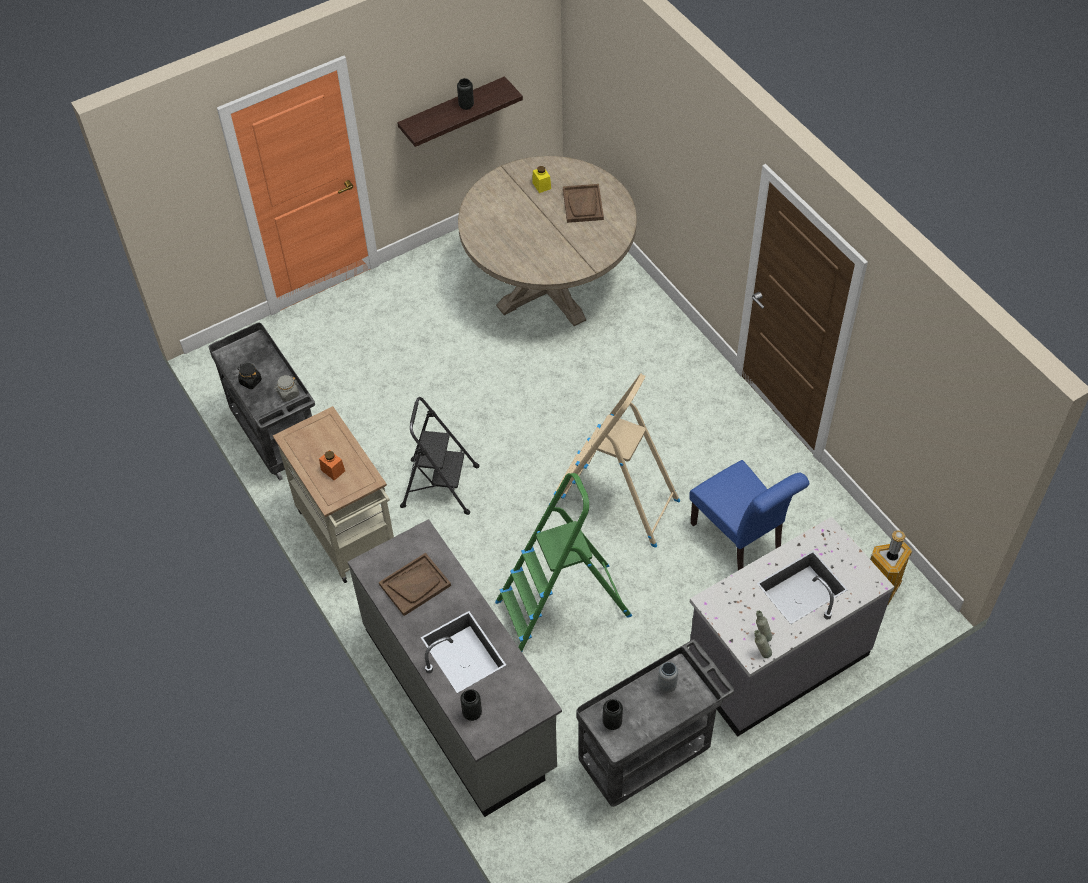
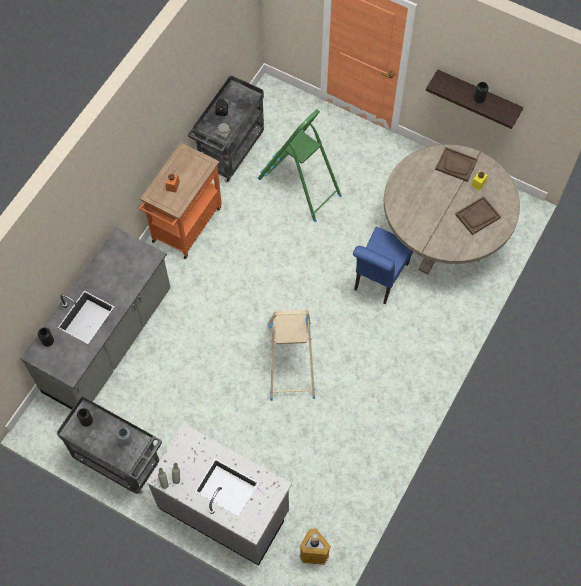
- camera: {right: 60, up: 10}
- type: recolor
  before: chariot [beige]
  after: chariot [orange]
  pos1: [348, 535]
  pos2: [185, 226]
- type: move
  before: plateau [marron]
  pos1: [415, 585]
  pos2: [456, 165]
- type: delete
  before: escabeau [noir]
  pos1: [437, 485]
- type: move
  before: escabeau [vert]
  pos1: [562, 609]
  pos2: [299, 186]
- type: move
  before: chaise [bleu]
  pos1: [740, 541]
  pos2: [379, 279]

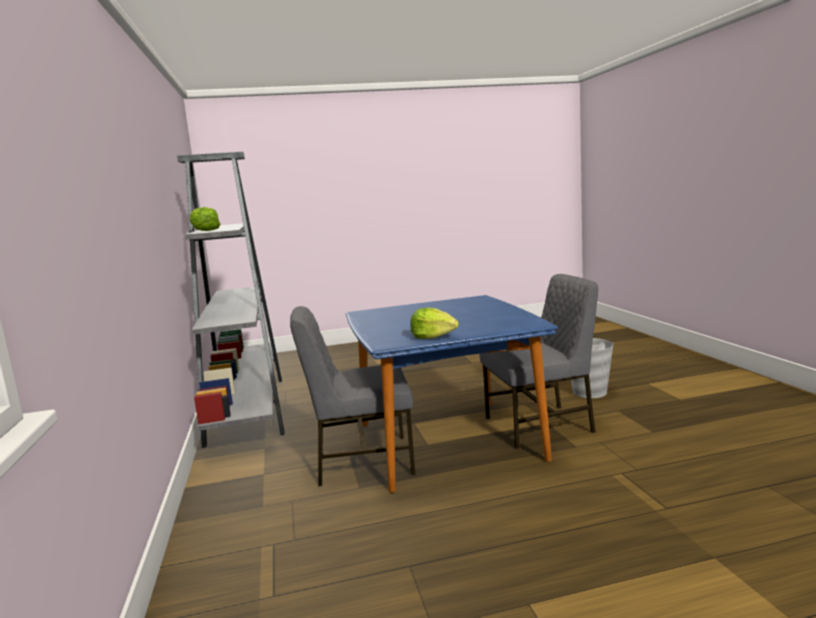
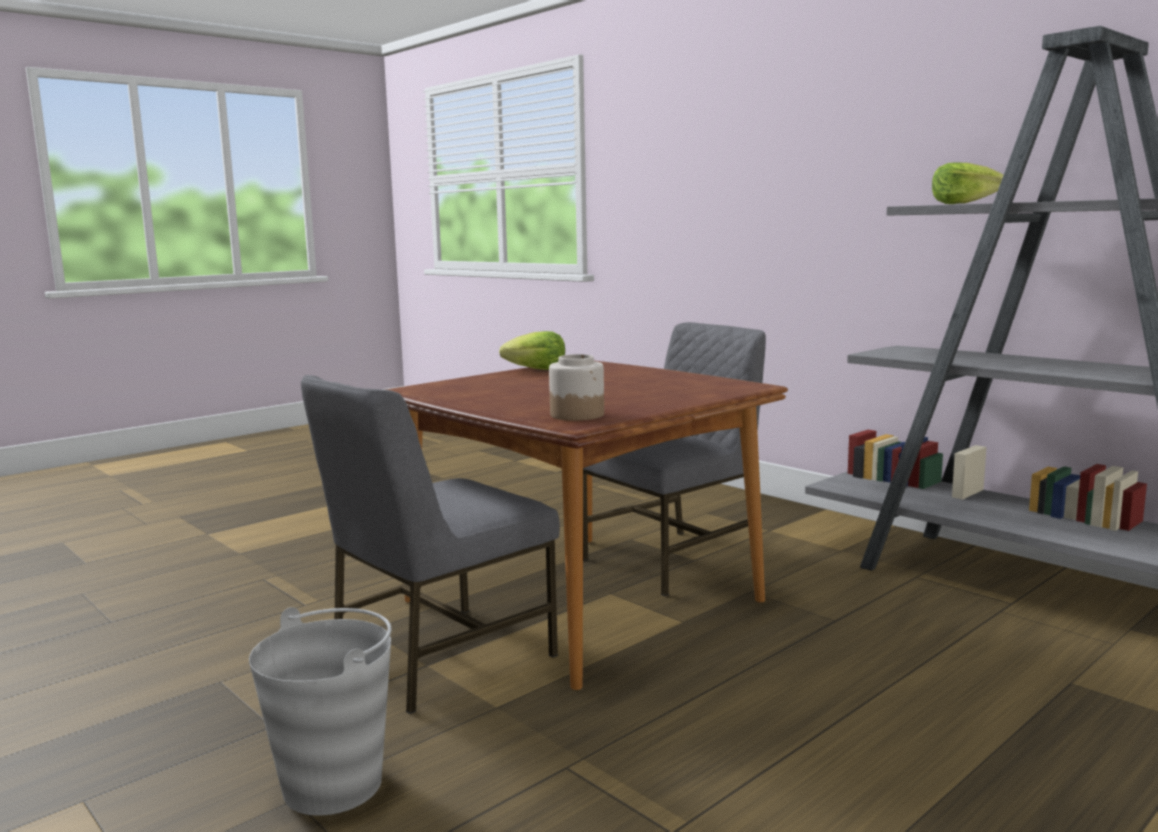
- camera: {right: 150, up: 0}
- type: recolor
  before: table à manger [bleu]
  after: table à manger [marron]
  pos1: [447, 441]
  pos2: [584, 602]
- type: insert
  after: bocal
  pos2: [577, 415]

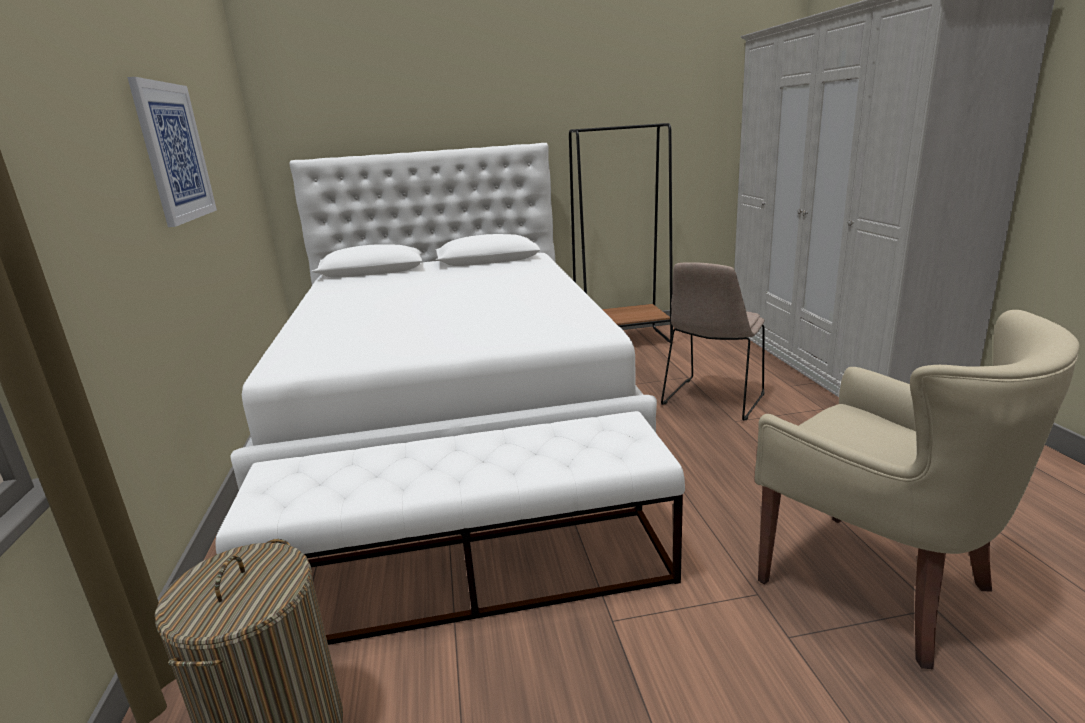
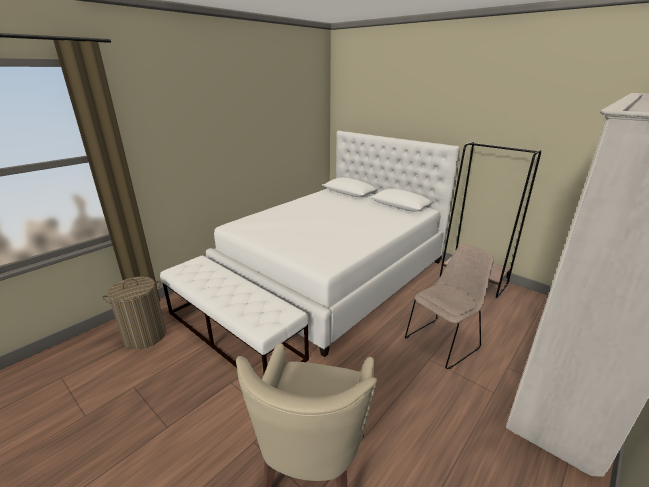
- camera: {right: 50, up: 5}
- type: delete
  before: tableau
  pos1: [174, 152]
- type: rotate
  before: chaise [beige]
  pos1: [712, 400]
  pos2: [443, 342]
  turn: 150

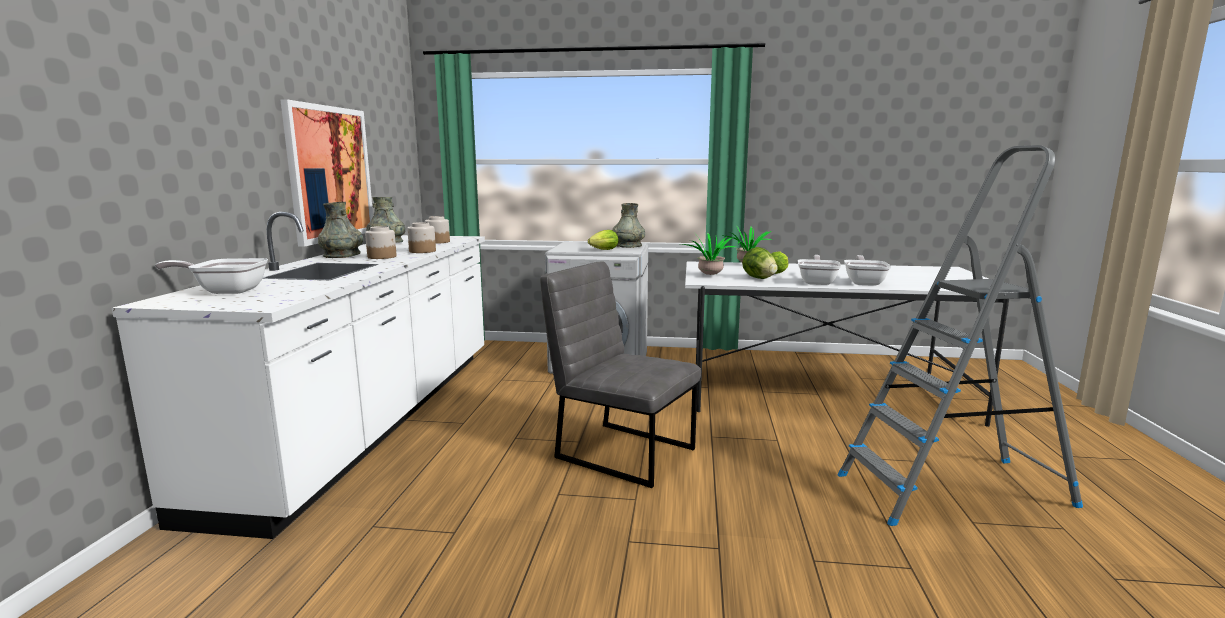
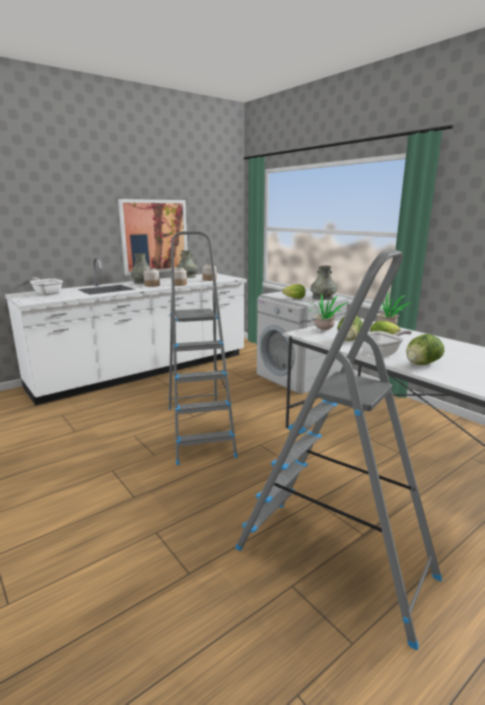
- camera: {right: 45, up: 5}
- type: replace
  before: chaise [gris]
  after: escabeau [gris]
  pos1: [622, 451]
  pos2: [199, 430]
- type: replace
  before: poêle
  after: laitue
  pos1: [864, 282]
  pos2: [421, 364]

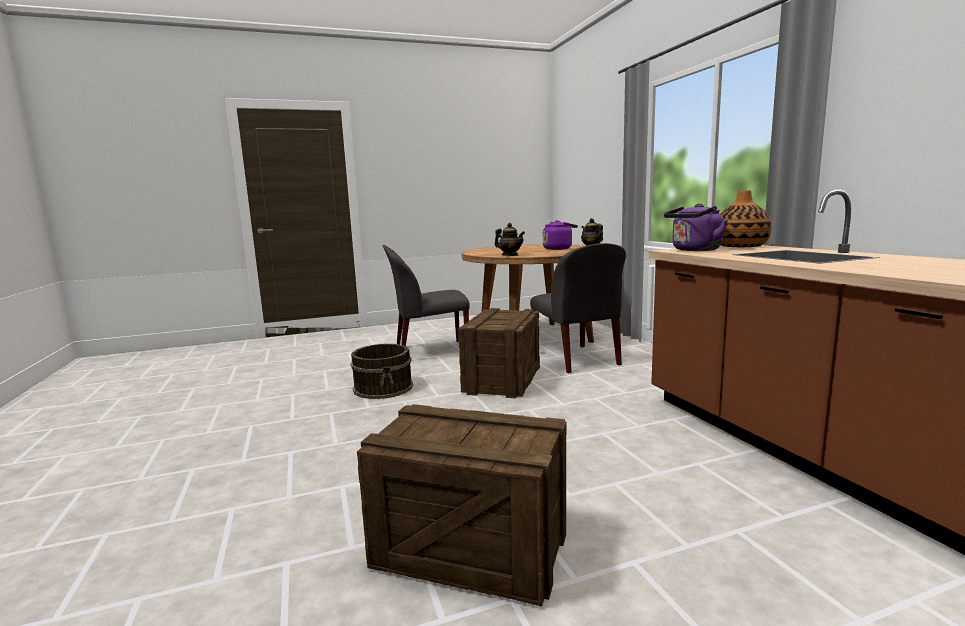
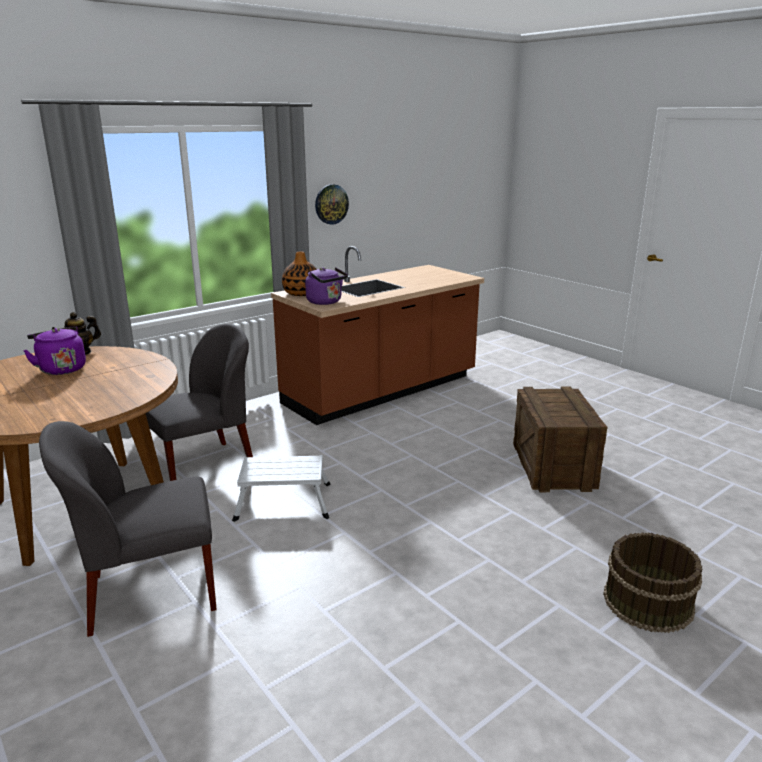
- camera: {right: -110, up: 10}
- type: move
  before: seau [marron]
  pos1: [384, 387]
  pos2: [647, 601]
- type: rotate
  before: chaise [gris]
  pos1: [429, 351]
  pos2: [149, 593]
  turn: 105
- type: replace
  before: caisse
  after: escabeau [blanc]
  pos1: [502, 380]
  pos2: [283, 501]
- type: delete
  before: théière
  pos1: [510, 255]
- type: insert
  after: horloge murale
  pos2: [331, 204]

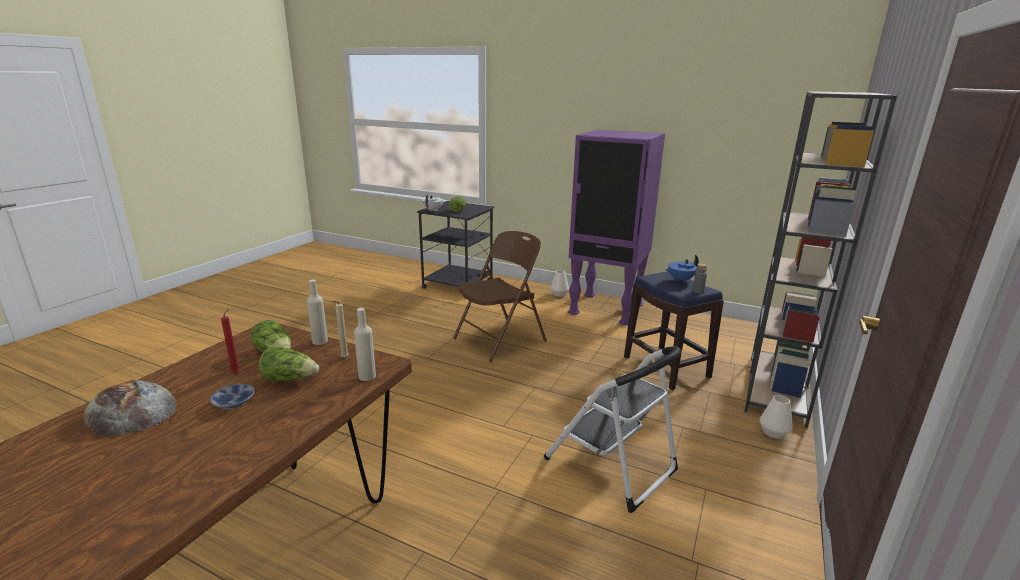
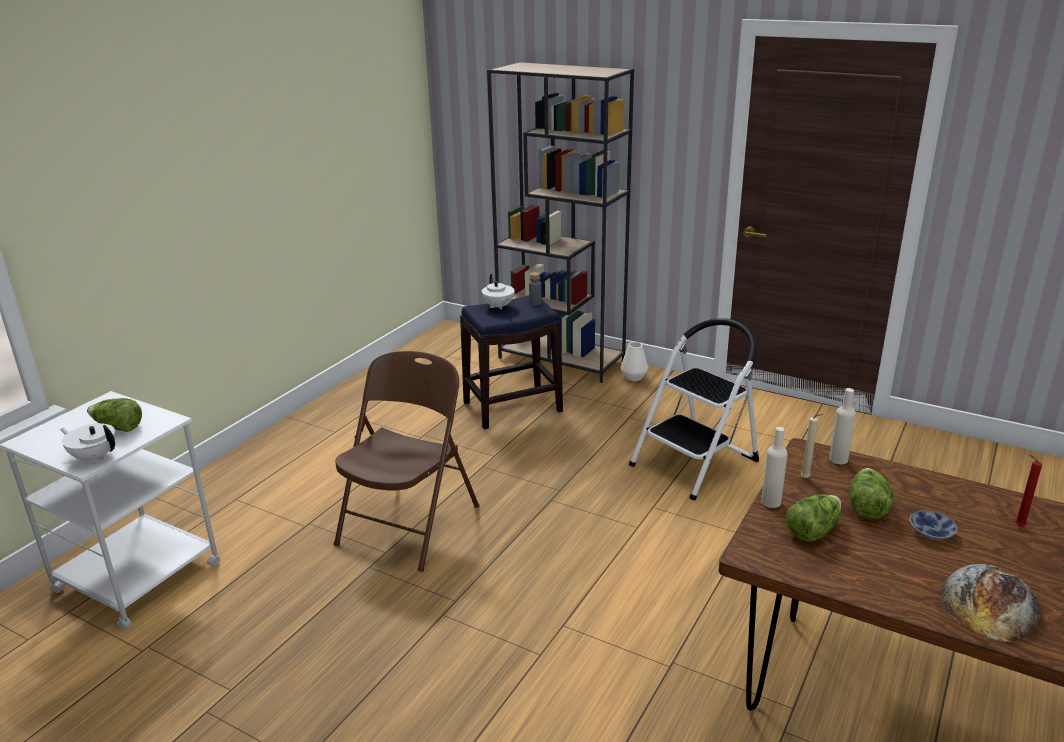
- camera: {right: -85, up: 5}
- type: move
  before: bougie [rouge]
  pos1: [237, 373]
  pos2: [1017, 526]
- type: recolor
  before: chariot [noir]
  after: chariot [blanc]
  pos1: [458, 285]
  pos2: [139, 575]
- type: rotate
  before: chaise [marron]
  pos1: [500, 339]
  pos2: [409, 525]
  turn: 60
- type: delete
  before: vase [blanc]
  pos1: [559, 294]
- type: delete
  before: meuble de rangement [violet]
  pos1: [606, 308]
- type: recolor
  before: théière [bleu]
  after: théière [blanc]
  pos1: [680, 280]
  pos2: [498, 307]

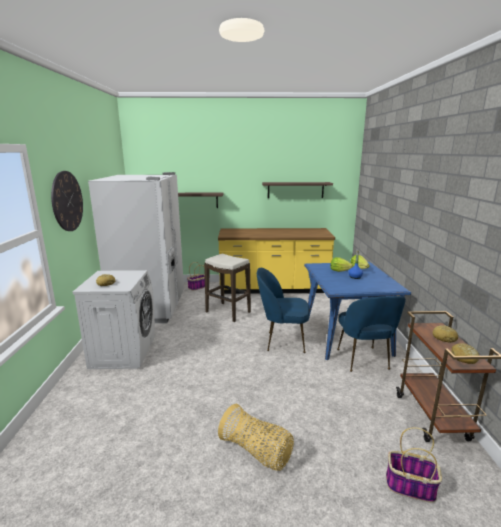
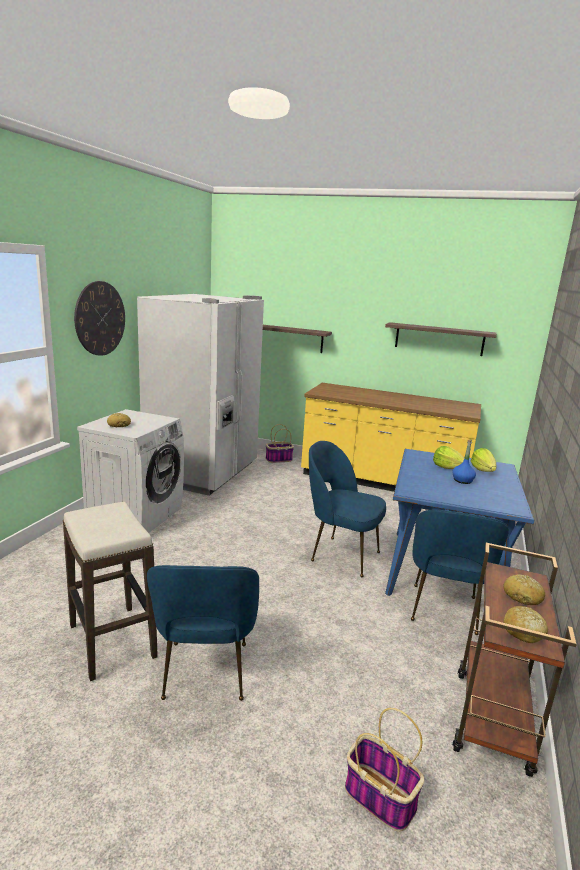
- camera: {right: 20, up: 0}
- type: move
  before: tabouret
  pos1: [228, 312]
  pos2: [112, 641]
- type: replace
  before: panier
  after: chaise [bleu]
  pos1: [257, 452]
  pos2: [204, 677]

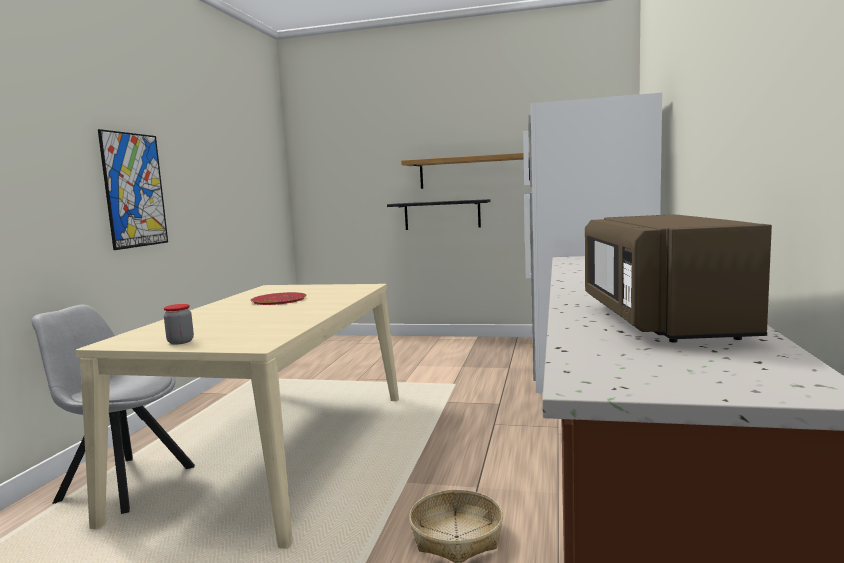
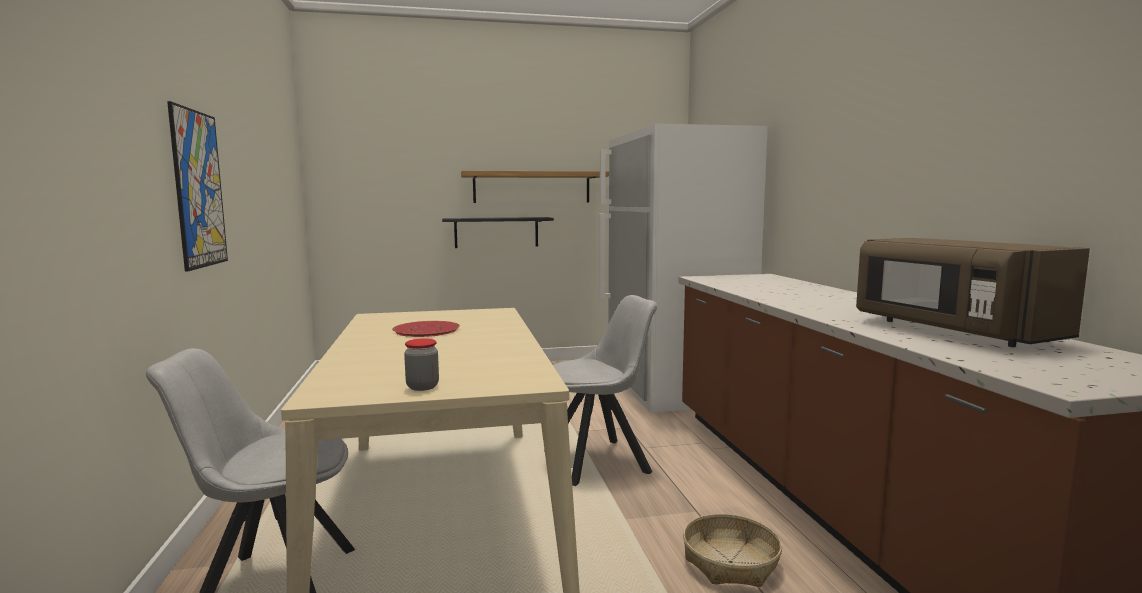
- camera: {right: -25, up: 0}
- type: insert
  after: chaise [gris]
  pos2: [599, 461]

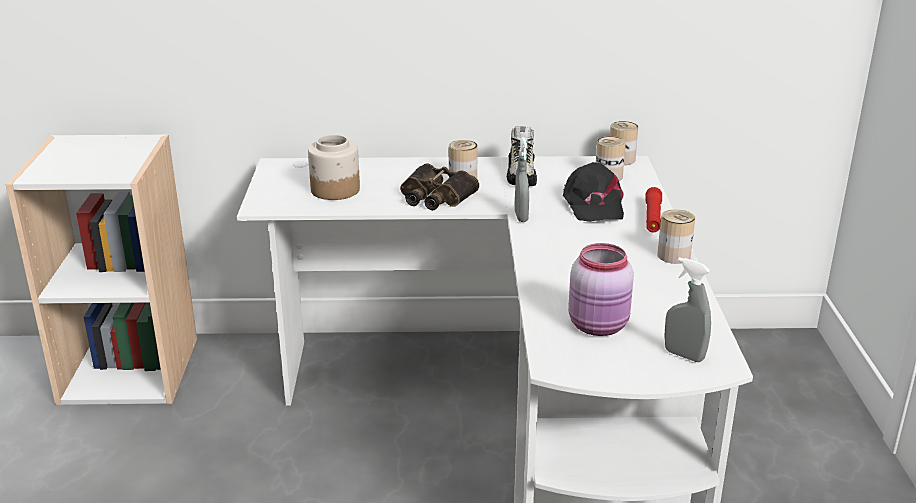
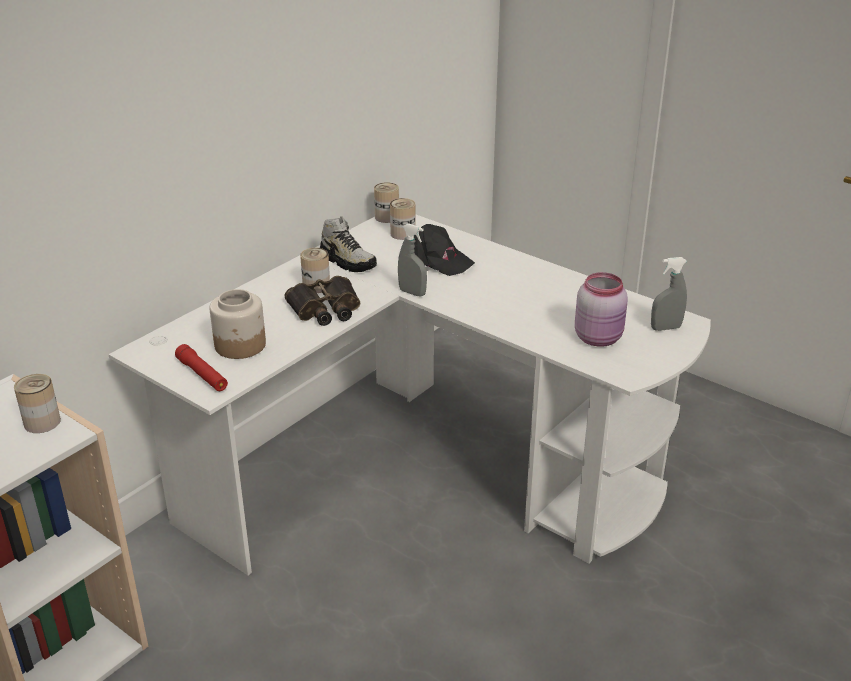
- camera: {right: -50, up: 5}
- type: move
  before: lampe de poche [rouge]
  pos1: [652, 217]
  pos2: [202, 375]
- type: move
  before: boîte métallique
  pos1: [673, 256]
  pos2: [42, 422]

